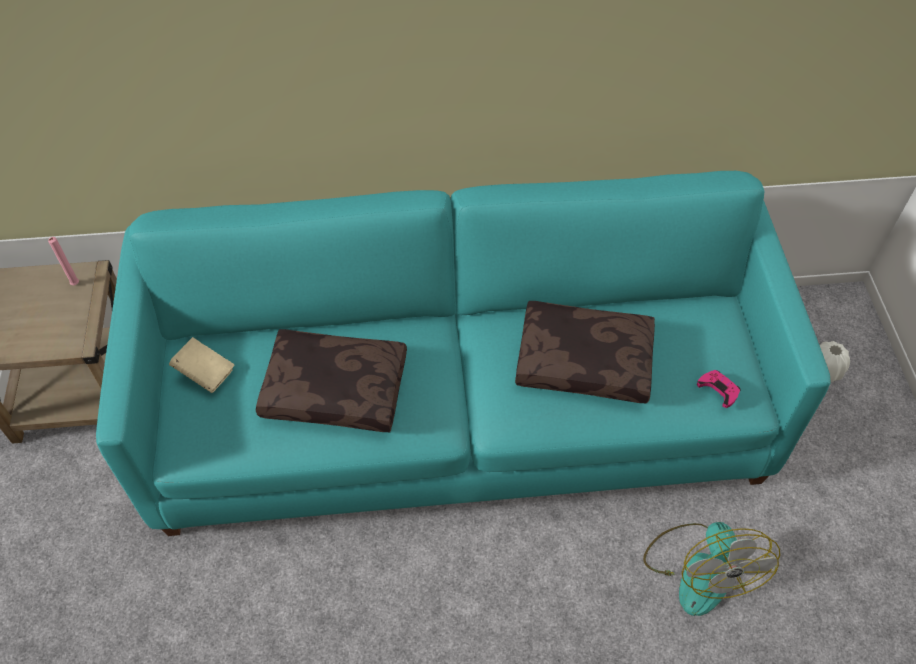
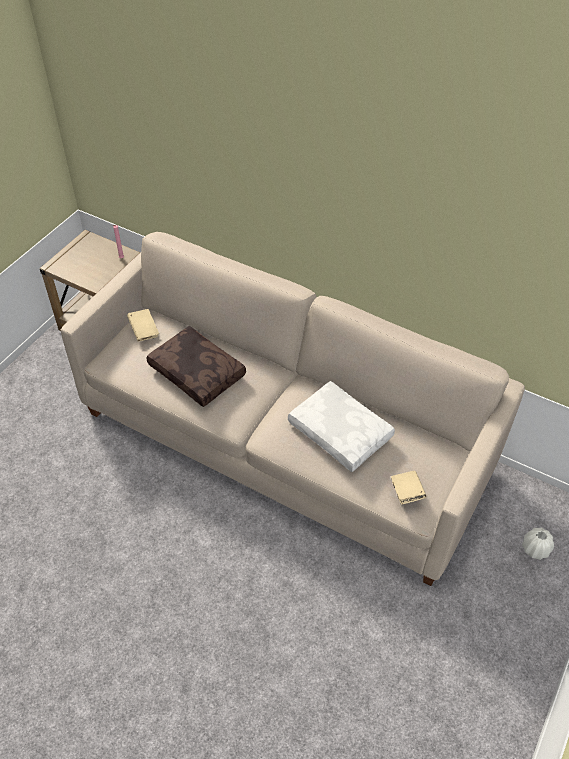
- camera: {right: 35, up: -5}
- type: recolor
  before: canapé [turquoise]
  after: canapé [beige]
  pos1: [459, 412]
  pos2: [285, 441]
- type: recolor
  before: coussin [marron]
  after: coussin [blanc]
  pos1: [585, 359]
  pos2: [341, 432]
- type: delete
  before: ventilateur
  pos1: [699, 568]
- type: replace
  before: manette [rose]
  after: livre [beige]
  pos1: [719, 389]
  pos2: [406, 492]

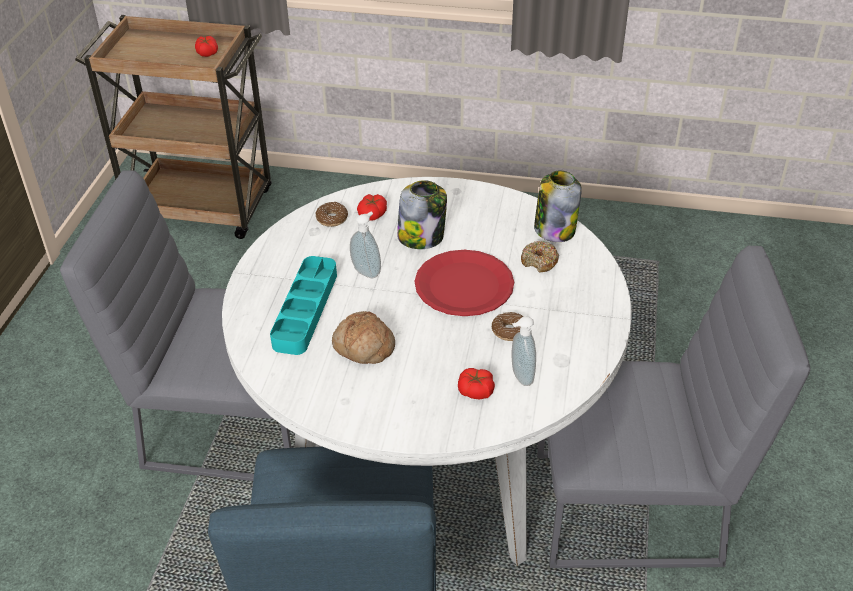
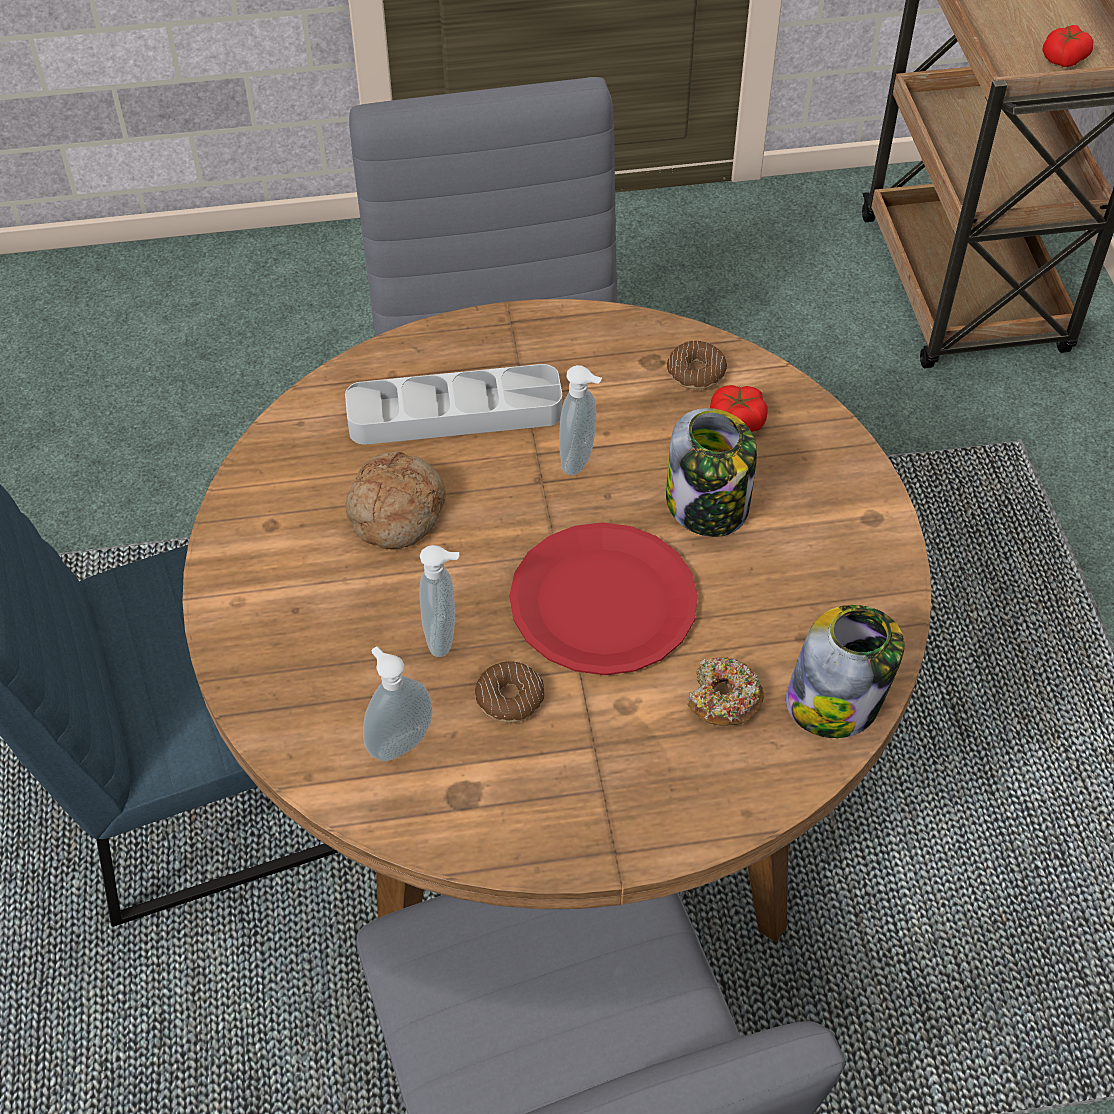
- camera: {right: 70, up: 10}
- type: recolor
  before: table à manger [blanc]
  after: table à manger [marron]
  pos1: [428, 458]
  pos2: [556, 793]
- type: recolor
  before: plateau [turquoise]
  after: plateau [gris]
  pos1: [305, 309]
  pos2: [455, 413]
- type: delete
  before: tomate
  pos1: [476, 391]
- type: insert
  after: distributeur de savon
  pos2: [444, 637]

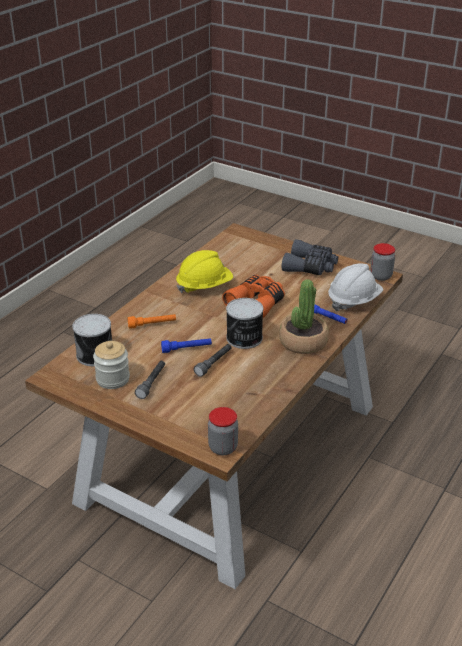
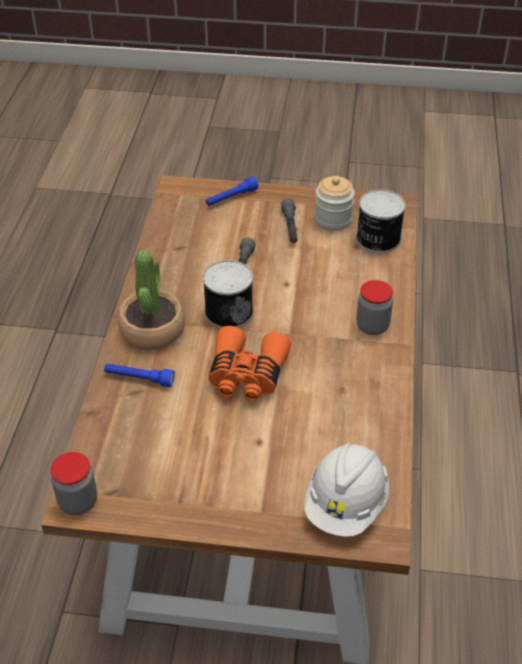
- camera: {right: 155, up: 10}
- type: delete
  before: lampe de poche [orange]
  pos1: [152, 325]
- type: move
  before: lampe de poche [bleu]
  pos1: [186, 349]
  pos2: [231, 198]
- type: delete
  before: casque de chantier [jaune]
  pos1: [204, 286]
- type: move
  before: bocal
  pos1: [223, 447]
  pos2: [372, 326]
- type: delete
  before: jumelles [gris]
  pos1: [310, 267]
- type: move
  before: casque de chantier [blanc]
  pos1: [353, 301]
  pos2: [346, 504]

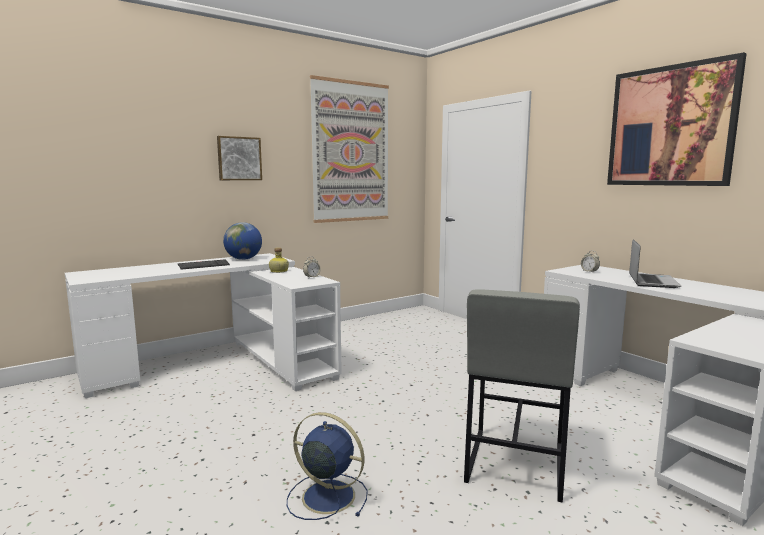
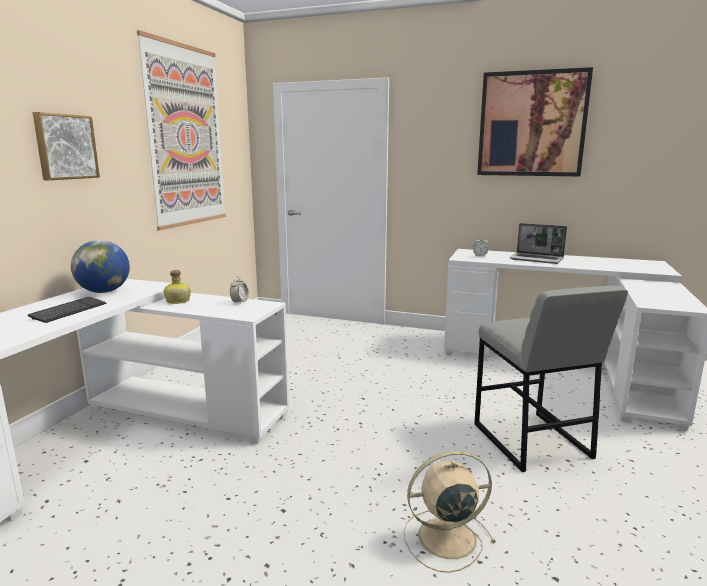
- camera: {right: -35, up: 5}
- type: recolor
  before: ventilateur [bleu]
  after: ventilateur [beige]
  pos1: [326, 496]
  pos2: [444, 538]
- type: rotate
  before: ordinateur portable
  pos1: [651, 281]
  pos2: [537, 259]
  turn: 135

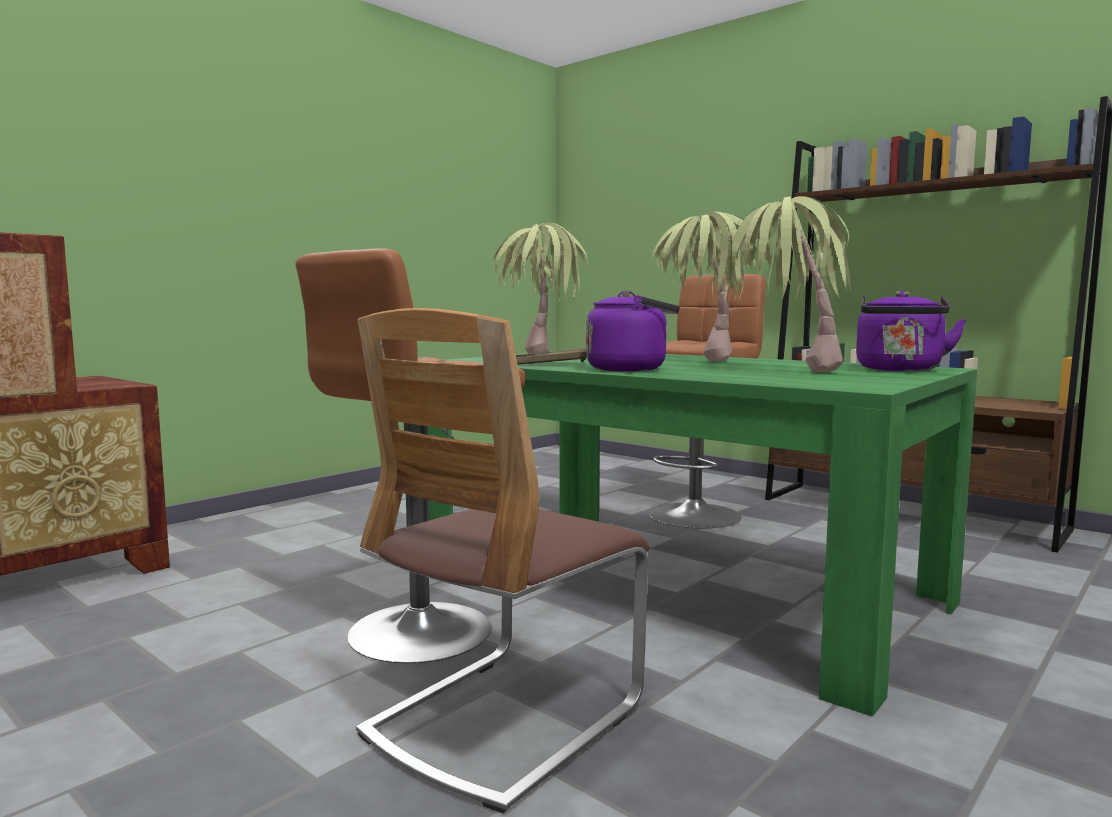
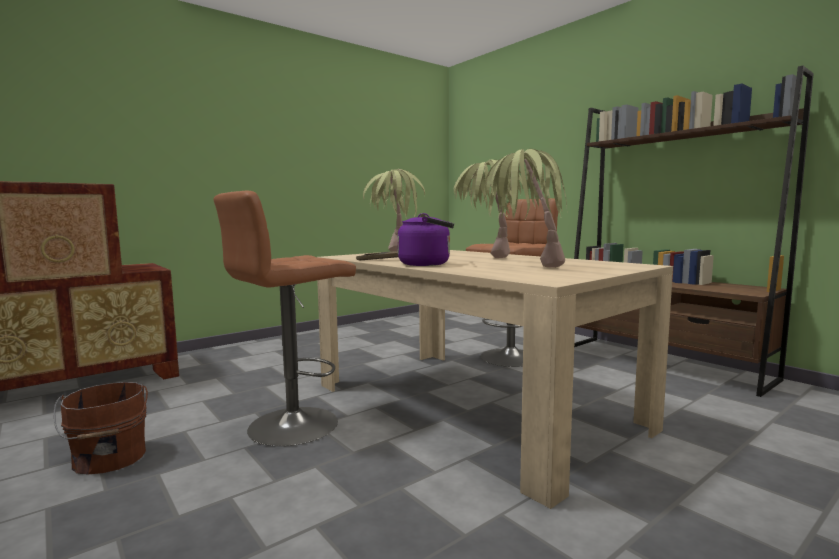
- camera: {right: 10, up: 0}
- type: delete
  before: chaise
  pos1: [504, 720]
- type: recolor
  before: table à manger [vert]
  after: table à manger [beige]
  pos1: [676, 585]
  pos2: [470, 405]
- type: delete
  before: bouilloire [violet]
  pos1: [899, 370]
- type: insert
  after: seau [marron]
  pos2: [109, 459]

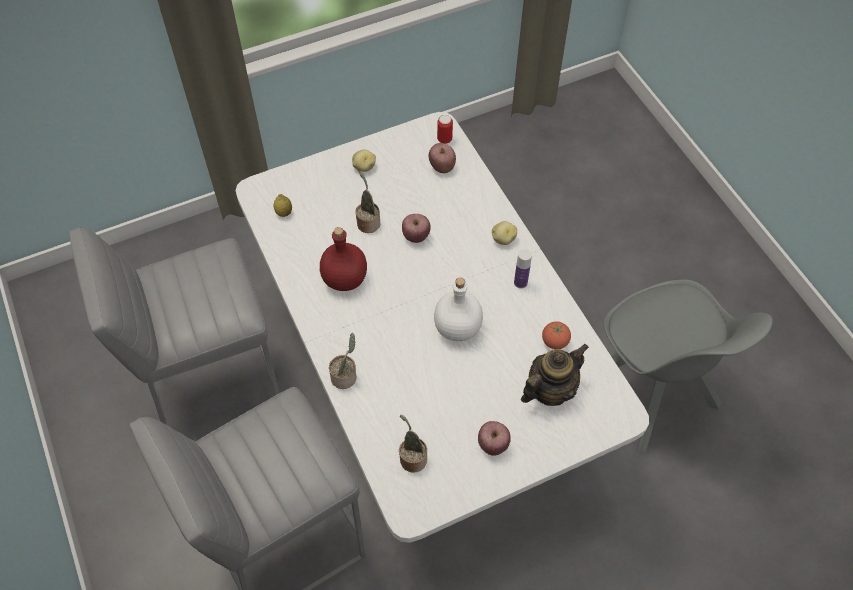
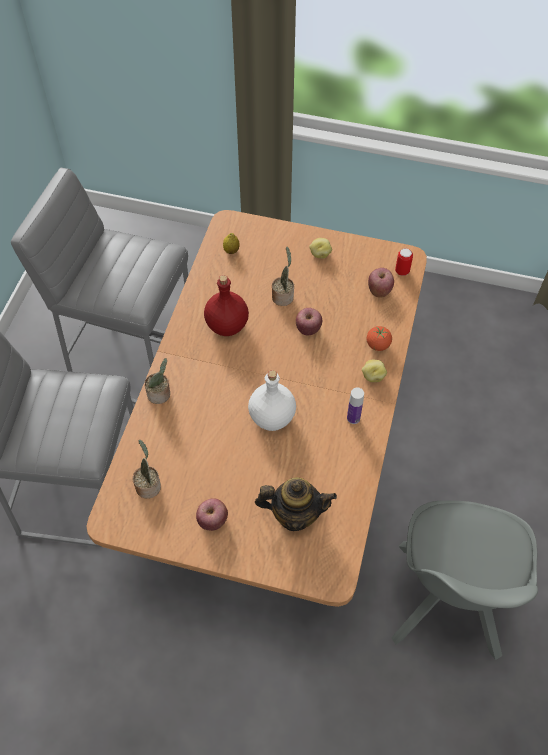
- camera: {right: 40, up: 0}
- type: recolor
  before: table à manger [blanc]
  after: table à manger [marron]
  pos1: [425, 391]
  pos2: [273, 466]
- type: move
  before: tomate
  pos1: [555, 342]
  pos2: [378, 345]

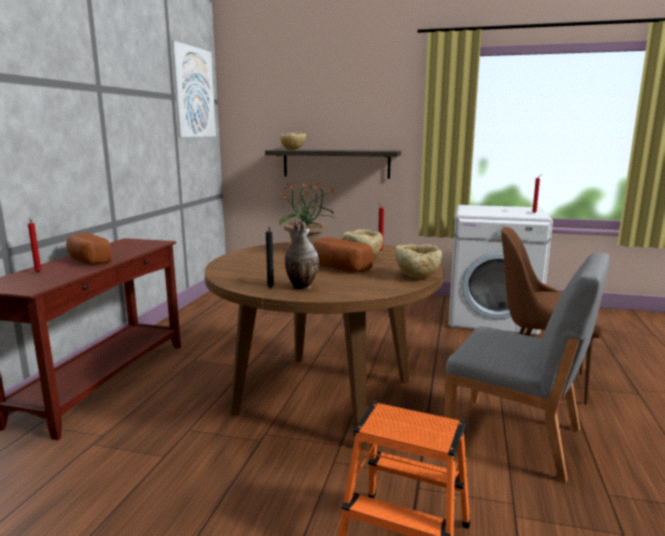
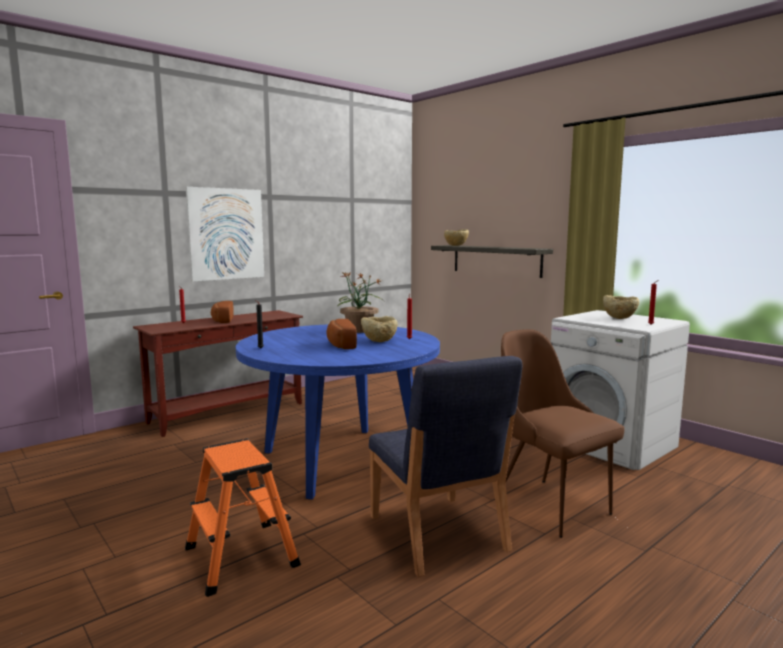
- camera: {right: 35, up: -5}
- type: move
  before: tableau
  pos1: [194, 92]
  pos2: [226, 234]
- type: recolor
  before: table à manger [marron]
  after: table à manger [bleu]
  pos1: [325, 396]
  pos2: [341, 460]
- type: delete
  before: vase
  pos1: [300, 287]
- type: move
  before: bol [beige]
  pos1: [416, 276]
  pos2: [619, 318]
- type: recolor
  before: chaise [gris]
  after: chaise [bleu]
  pos1: [515, 437]
  pos2: [437, 534]

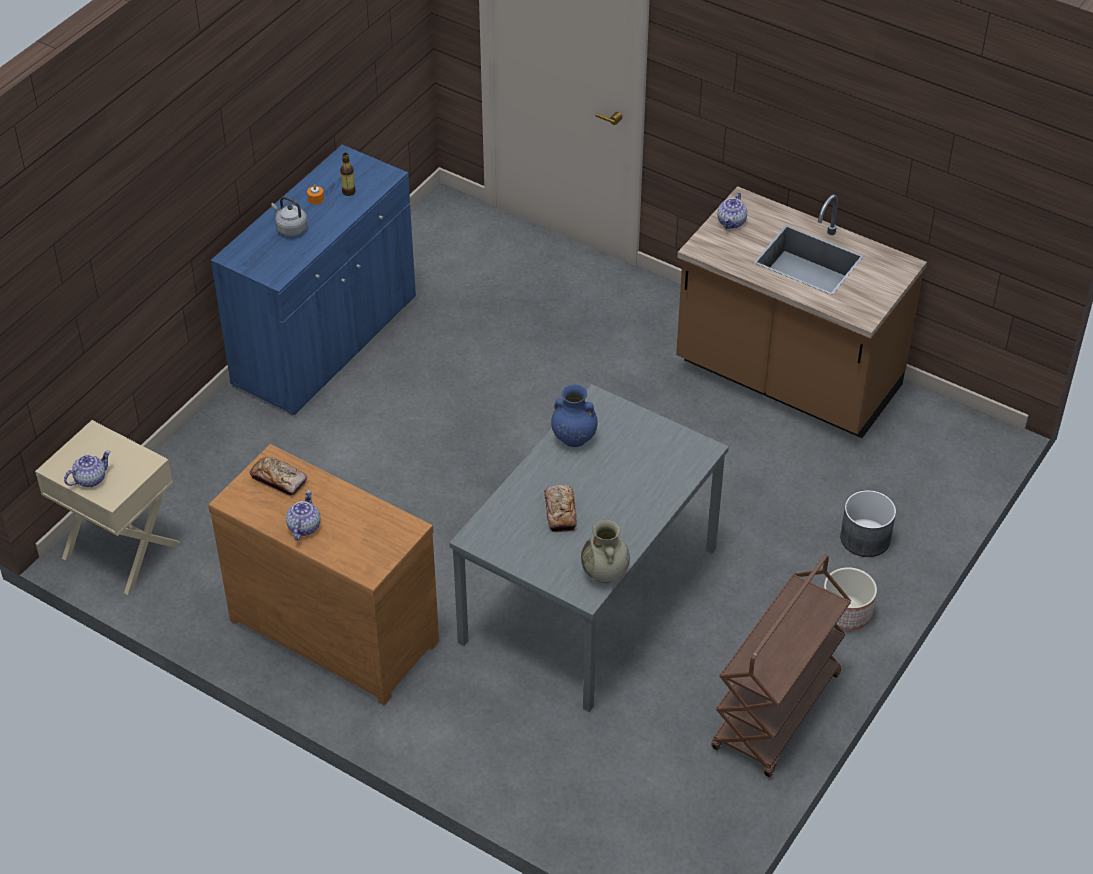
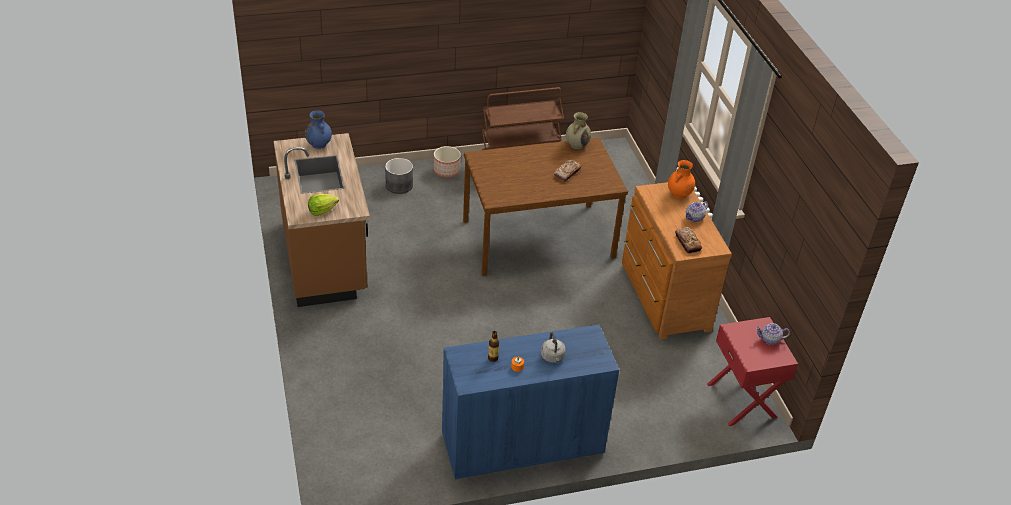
- camera: {right: -140, up: -5}
- type: recolor
  before: table de chevet [beige]
  after: table de chevet [rouge]
  pos1: [120, 551]
  pos2: [742, 400]
- type: recolor
  before: table à manger [gris]
  after: table à manger [marron]
  pos1: [589, 593]
  pos2: [537, 239]
- type: move
  before: vase [bleu]
  pos1: [573, 438]
  pos2: [319, 144]
- type: replace
  before: théière
  after: laitue
  pos1: [732, 222]
  pos2: [322, 211]
- type: insert
  after: vase [orange]
  pos2: [679, 194]

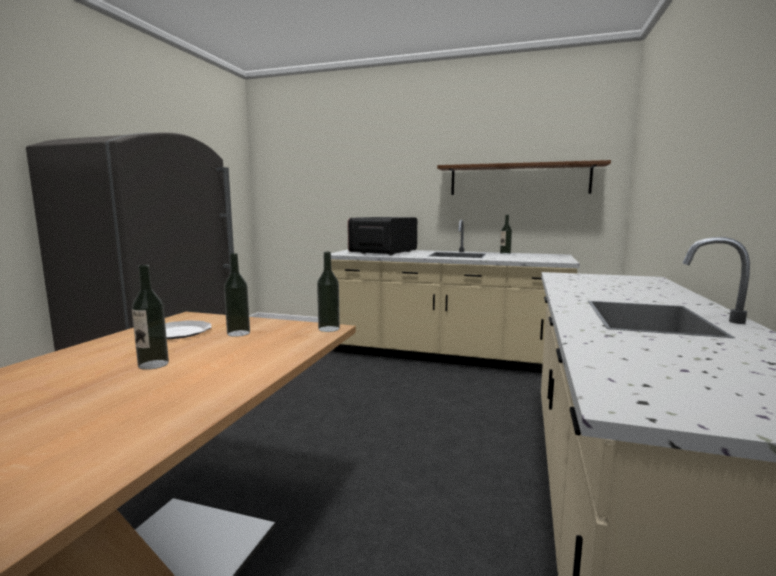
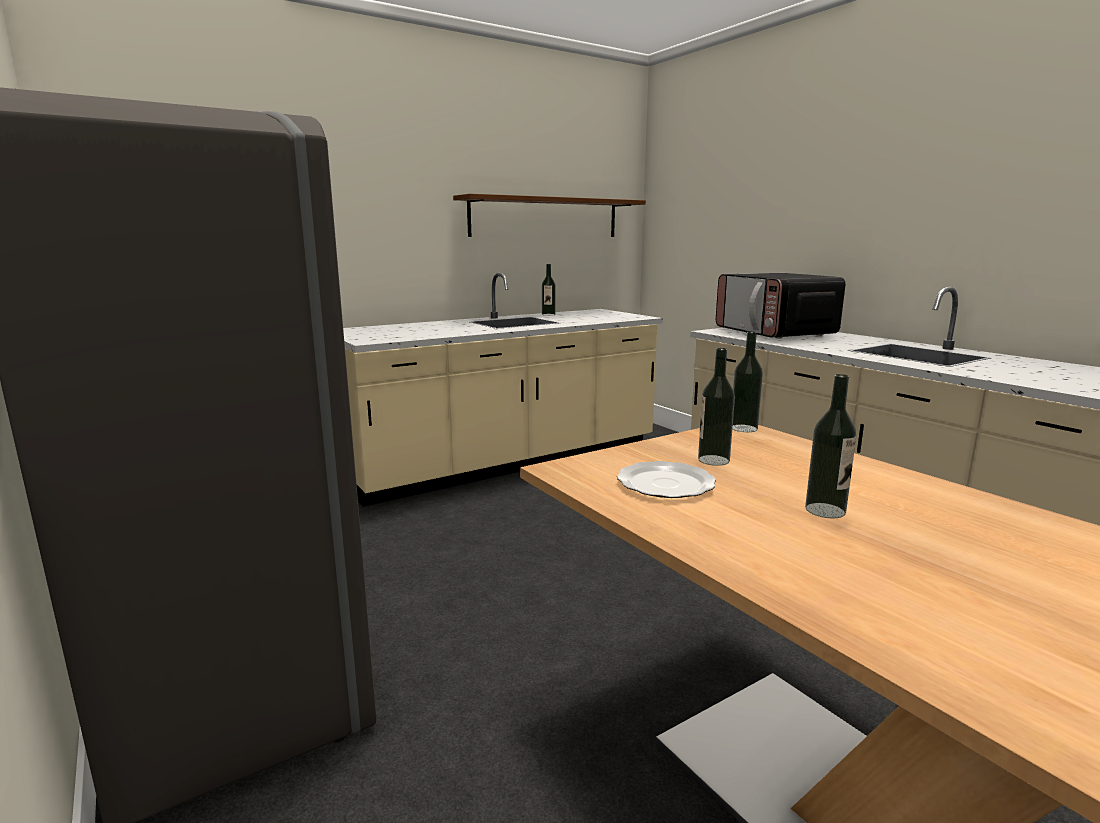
- camera: {right: -50, up: 5}
- type: move
  before: micro-ondes
  pos1: [383, 252]
  pos2: [774, 332]

